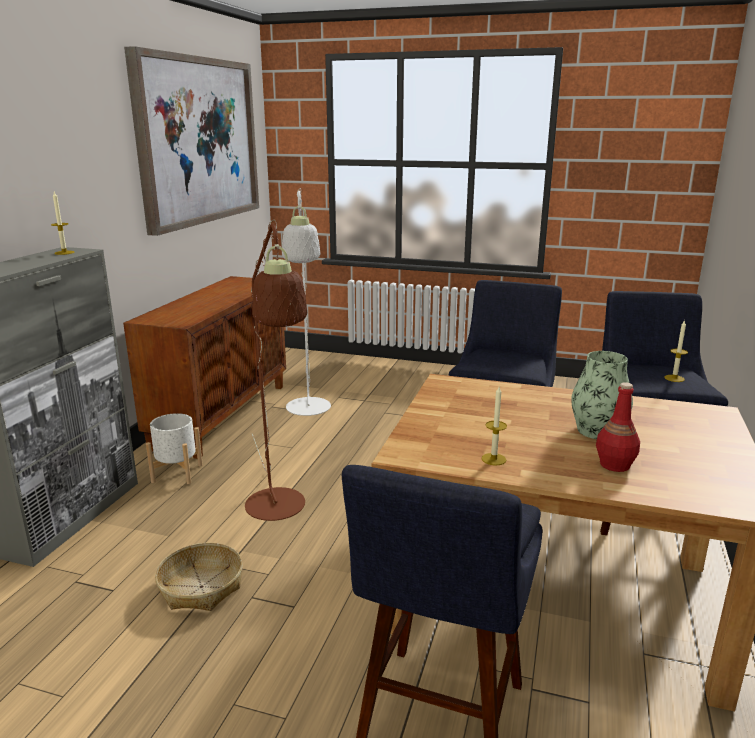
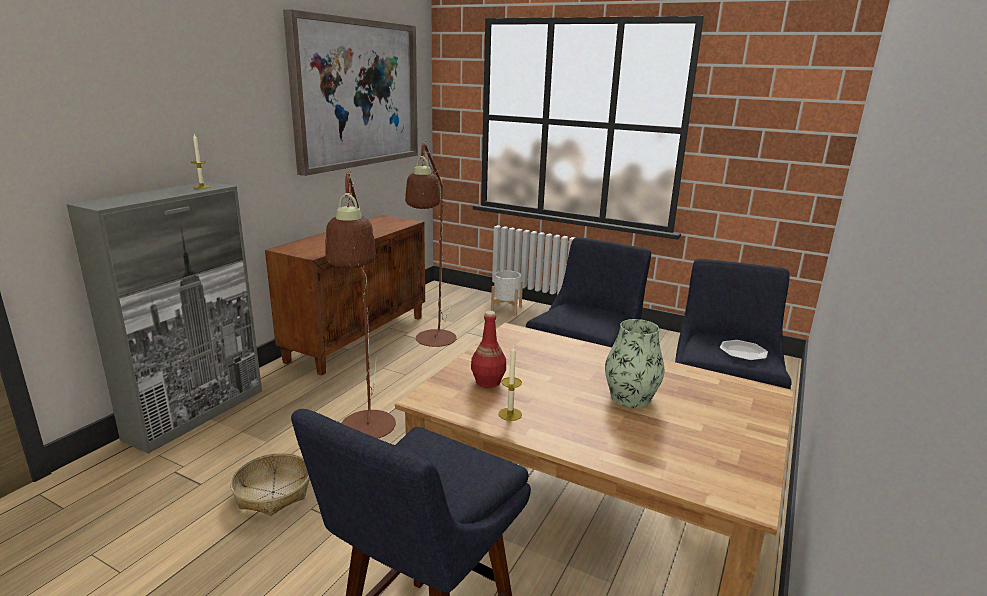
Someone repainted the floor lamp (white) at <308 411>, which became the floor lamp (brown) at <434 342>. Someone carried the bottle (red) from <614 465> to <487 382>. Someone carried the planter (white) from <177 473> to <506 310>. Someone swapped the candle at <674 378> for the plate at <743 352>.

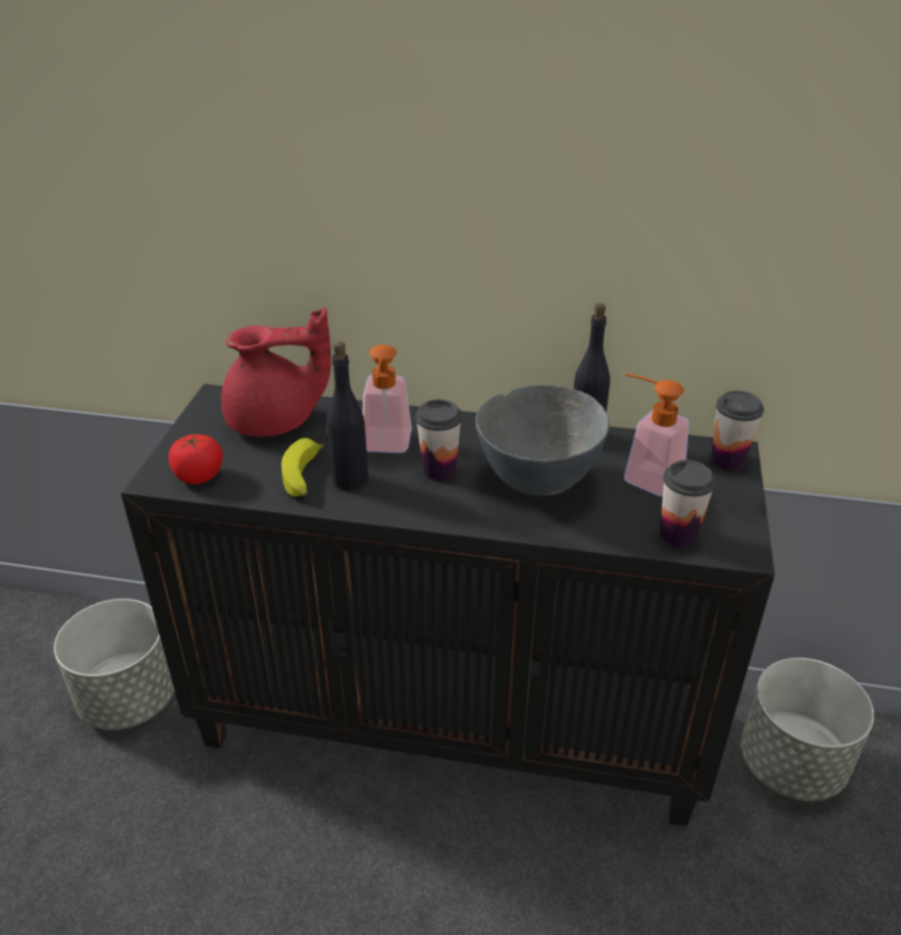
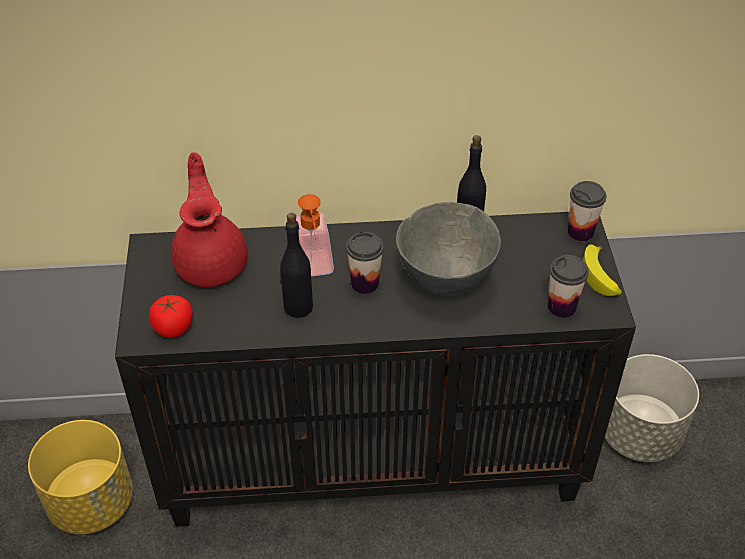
Someone repainted the planter (grey) at <129 698>, which became the planter (yellow) at <91 502>. Someone rotated the teapot (red) at <275 422> by 75 degrees counterclockwise. Someone carried the banana from <304 478> to <601 277>. Someone took away the soap dispenser at <644 475>.

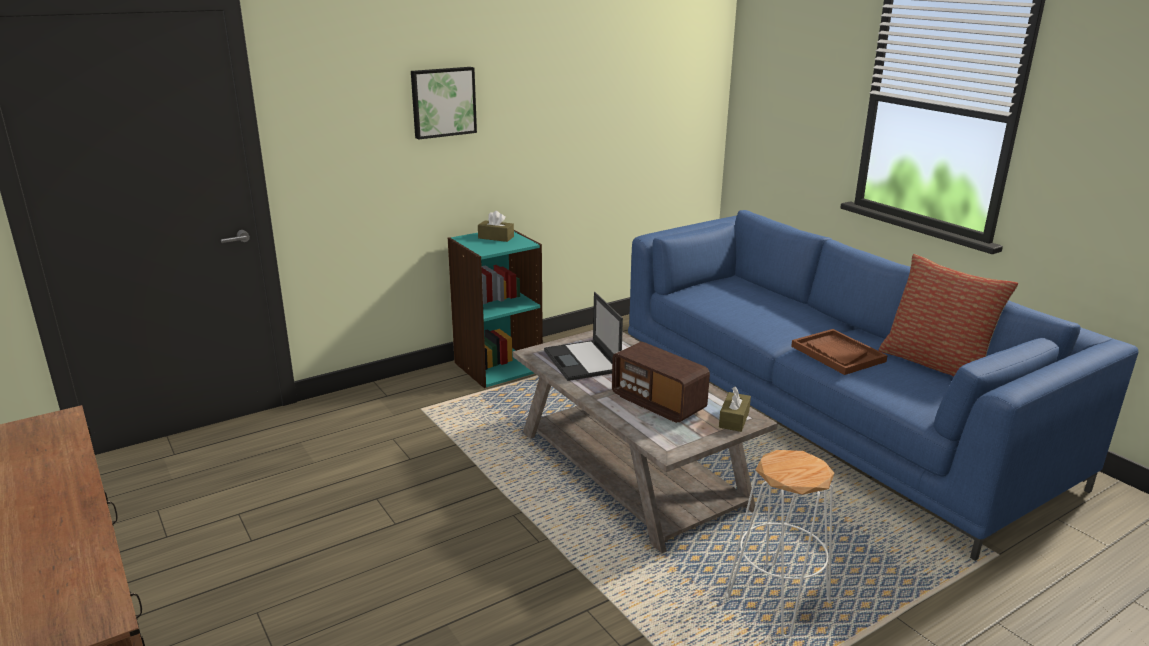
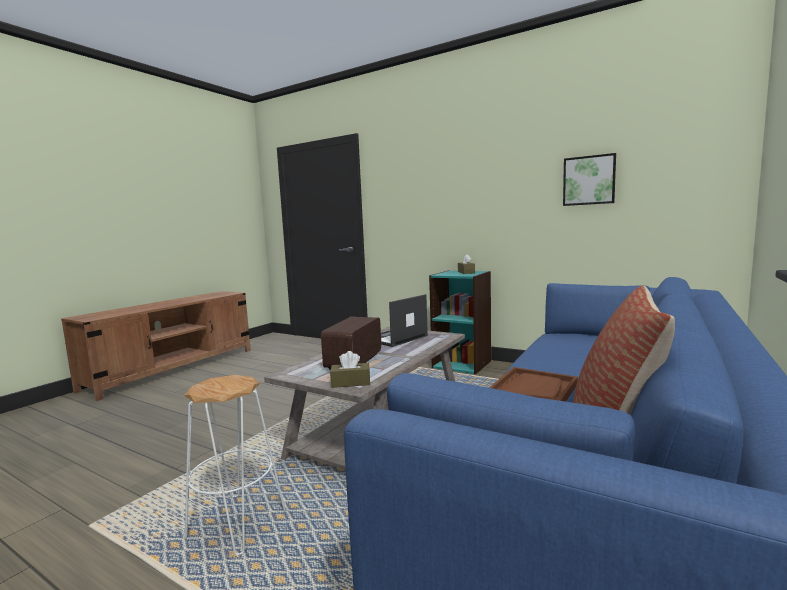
Someone carried the picture from <443 102> to <589 180>.

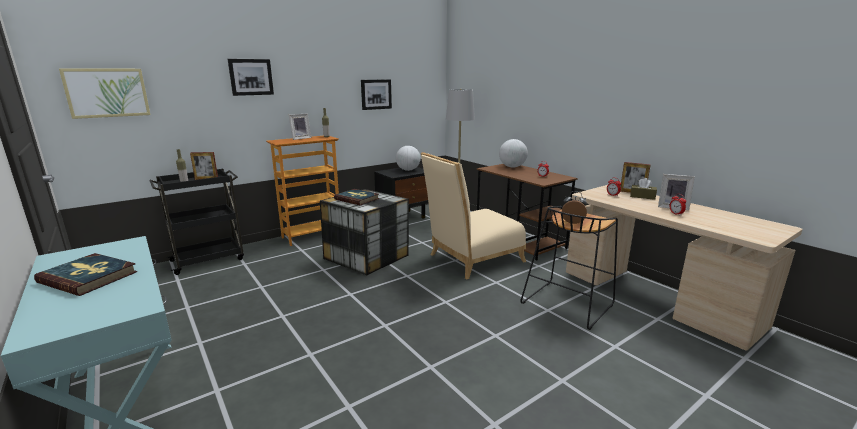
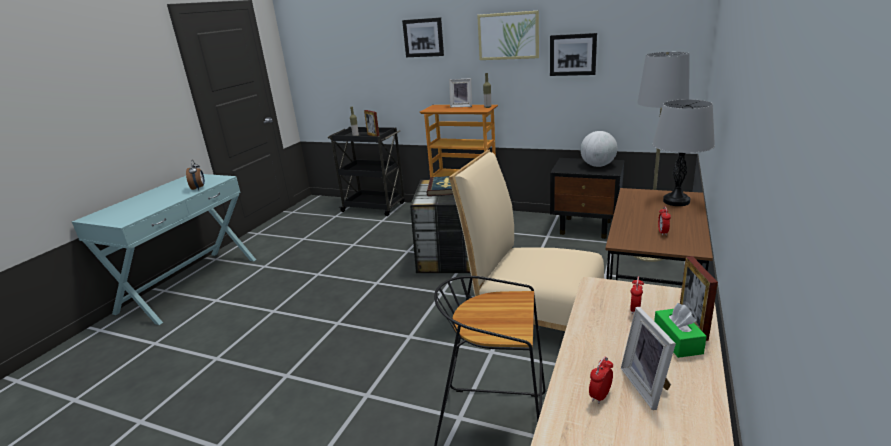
Someone carried the alarm clock from <572 221> to <199 188>. Someone carried the picture from <107 92> to <508 36>. Someone swapped the globe at <512 167> for the table lamp (grey) at <676 201>. Someone repainted the tissue box (brown) at <642 196>, which became the tissue box (green) at <677 340>. Someone took away the book at <89 277>.

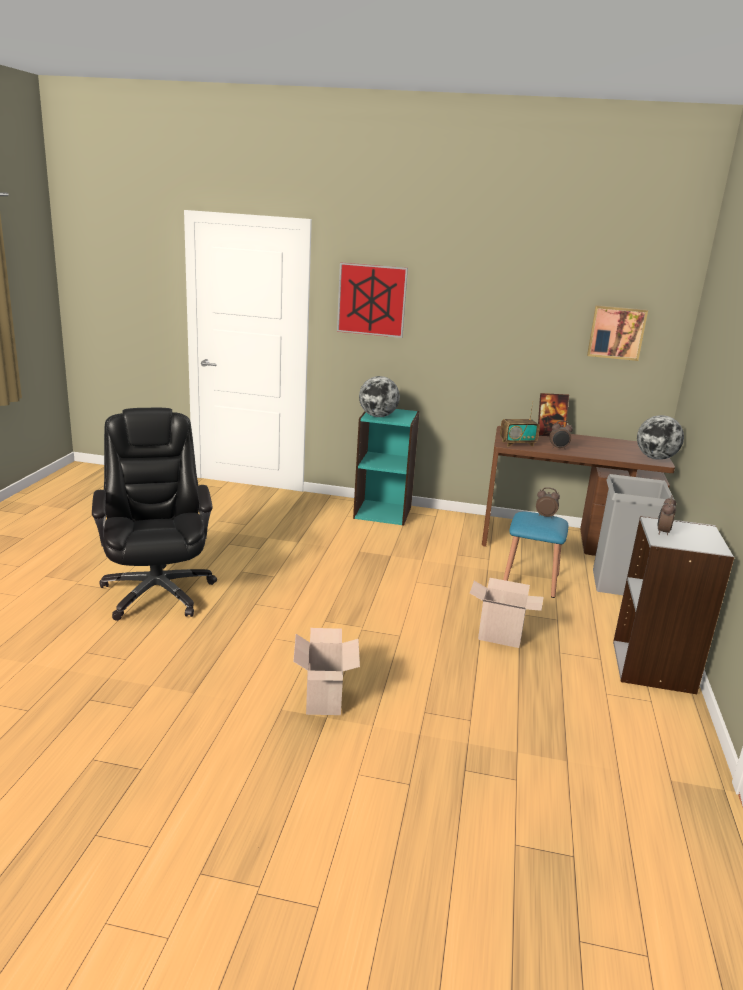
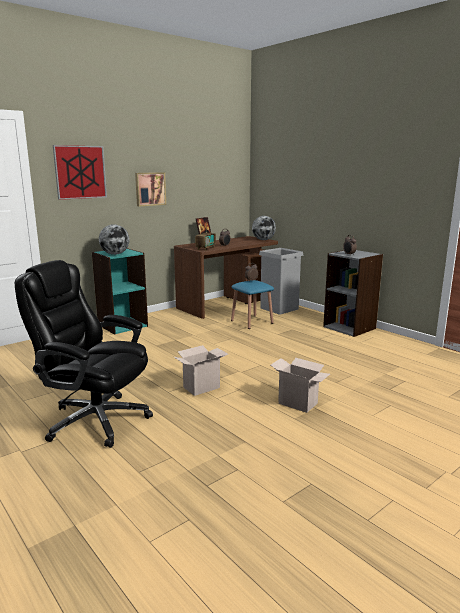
Someone carried the picture from <616 332> to <150 189>. Someone carried the cardboard box from <501 636> to <202 387>.

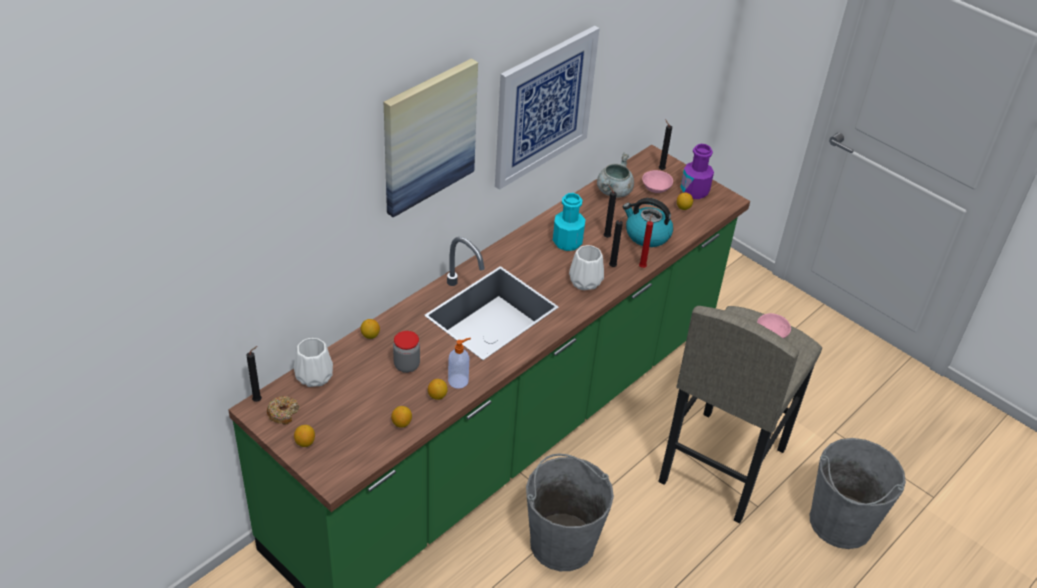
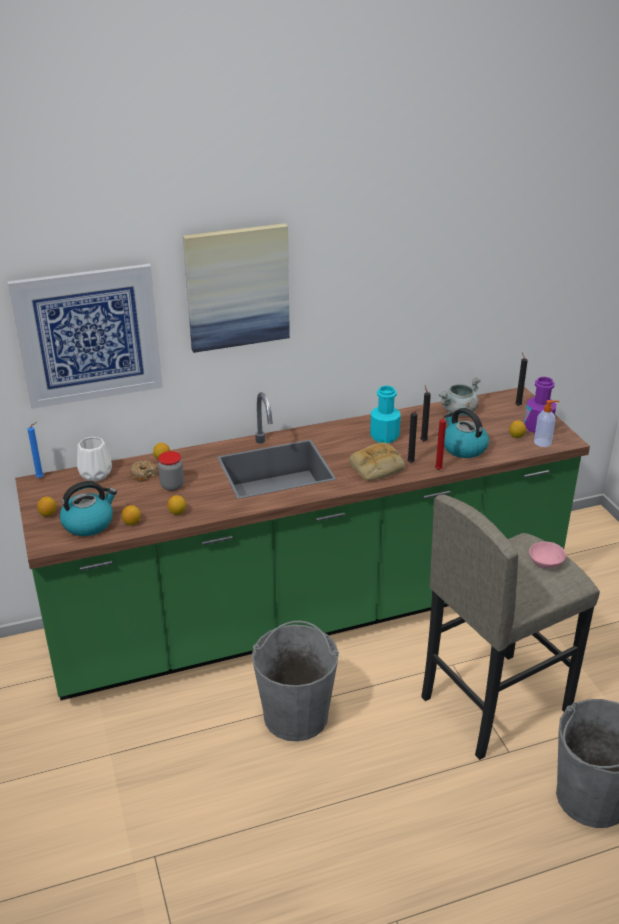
Someone carried the picture from <544 106> to <88 336>. Someone repainted the candle (black) at <258 400>, which became the candle (blue) at <41 478>. Someone put down the kettle at <89 523>. Someone carried the donut from <283 413> to <143 474>. Someone swapped the vase (white) at <585 282> for the bread at <376 467>. Someone carried the soap dispenser from <459 381> to <543 442>. Someone took away the bowl (pink) at <657 188>.

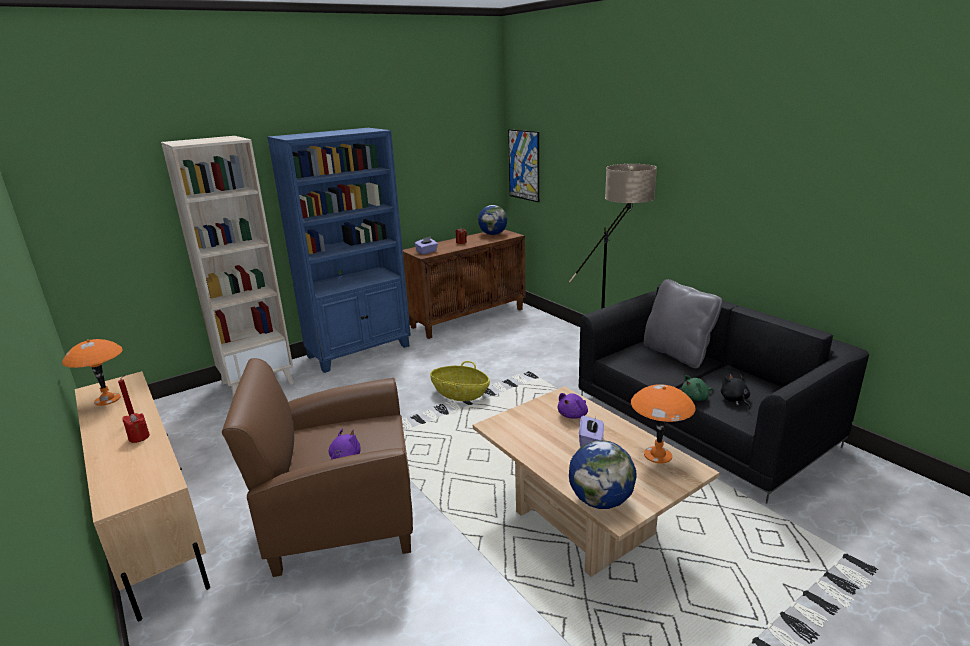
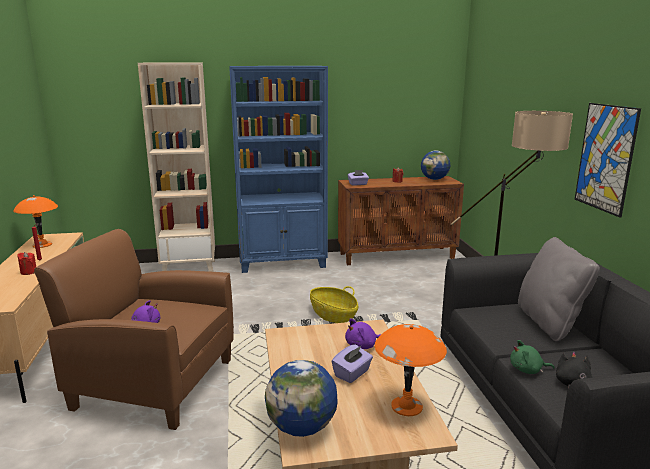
Someone carried the picture from <524 165> to <605 158>.

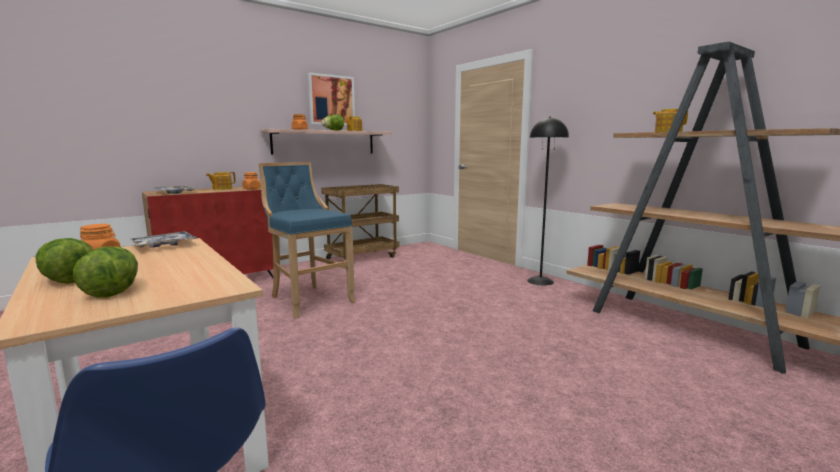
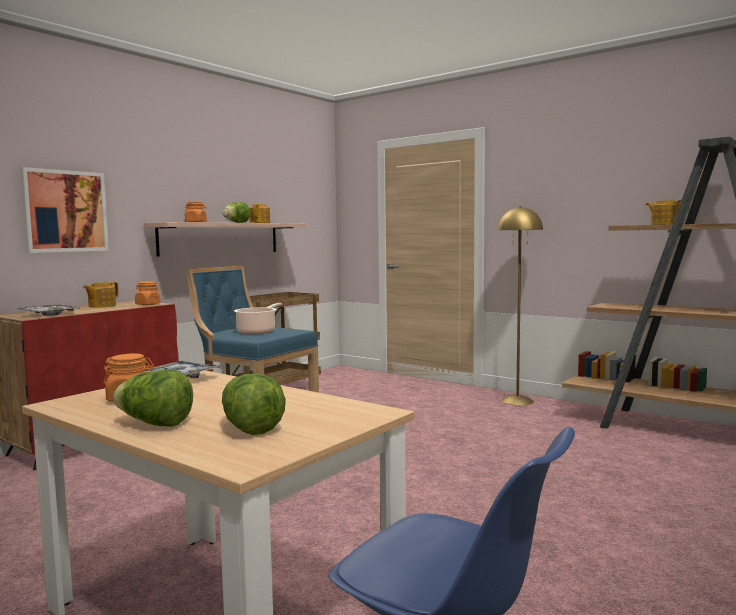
Someone carried the picture from <331 100> to <65 211>. Someone put down the cooking pot at <257 331>. Someone repainted the floor lamp (black) at <540 281>, which became the floor lamp (yellow) at <517 401>.

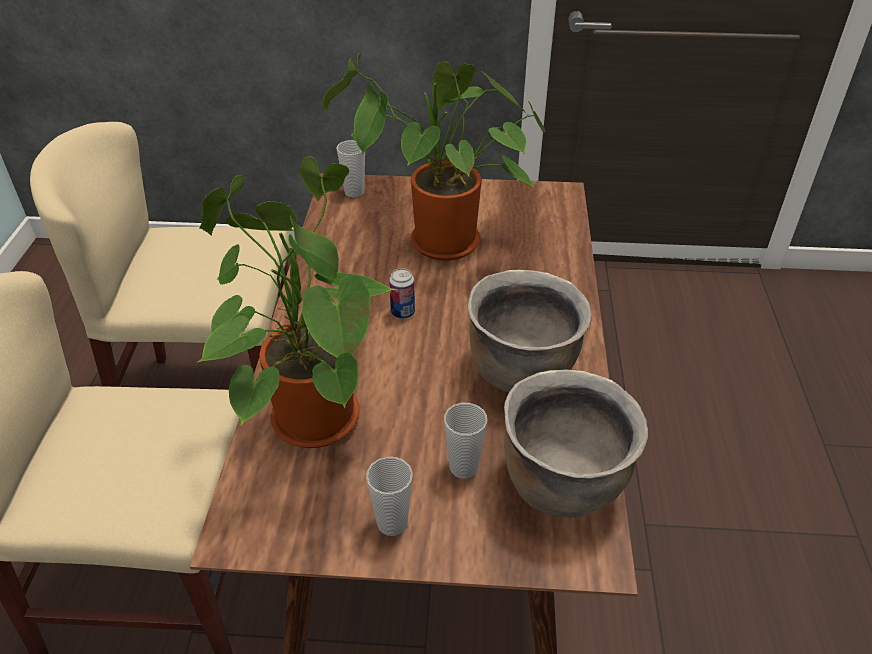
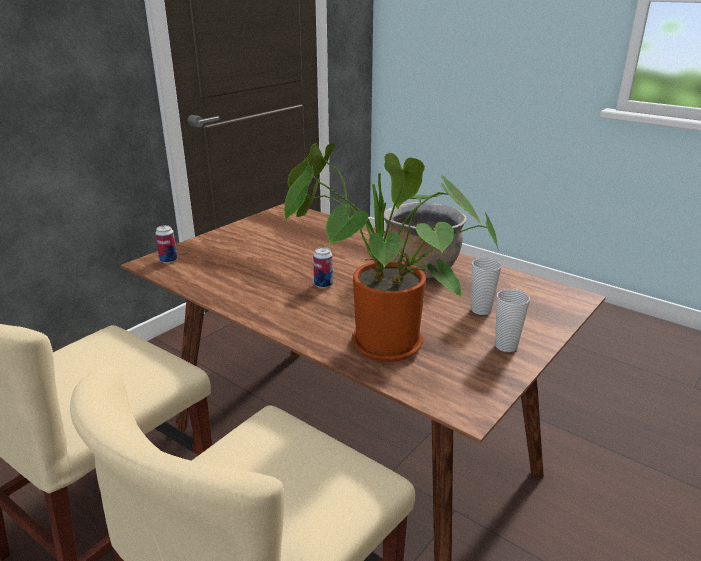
Someone swapped the cup at <354 192> for the can at <168 260>. Someone took away the potted plant at <438 246>. Someone took away the cooking pot (brown) at <562 482>.

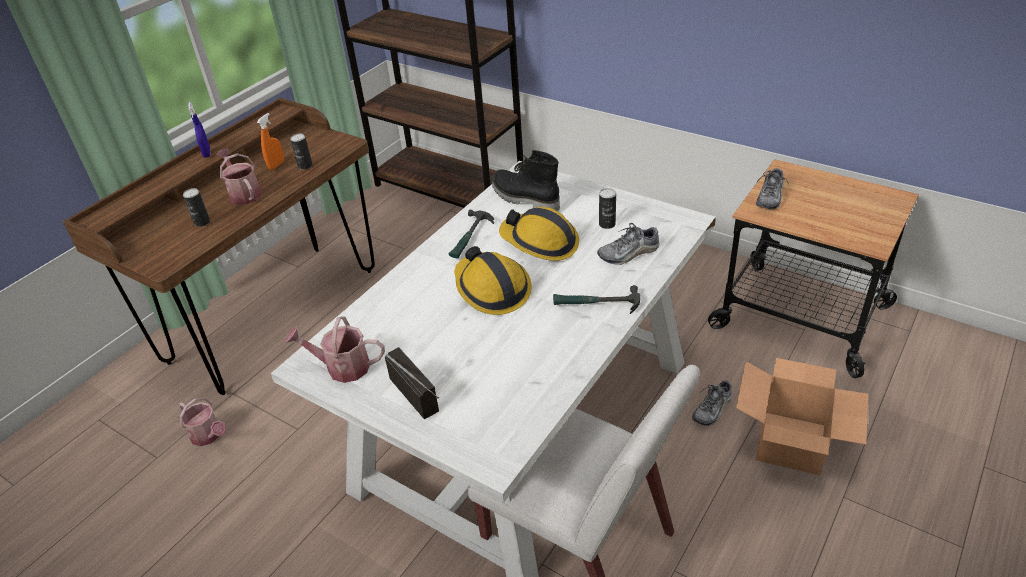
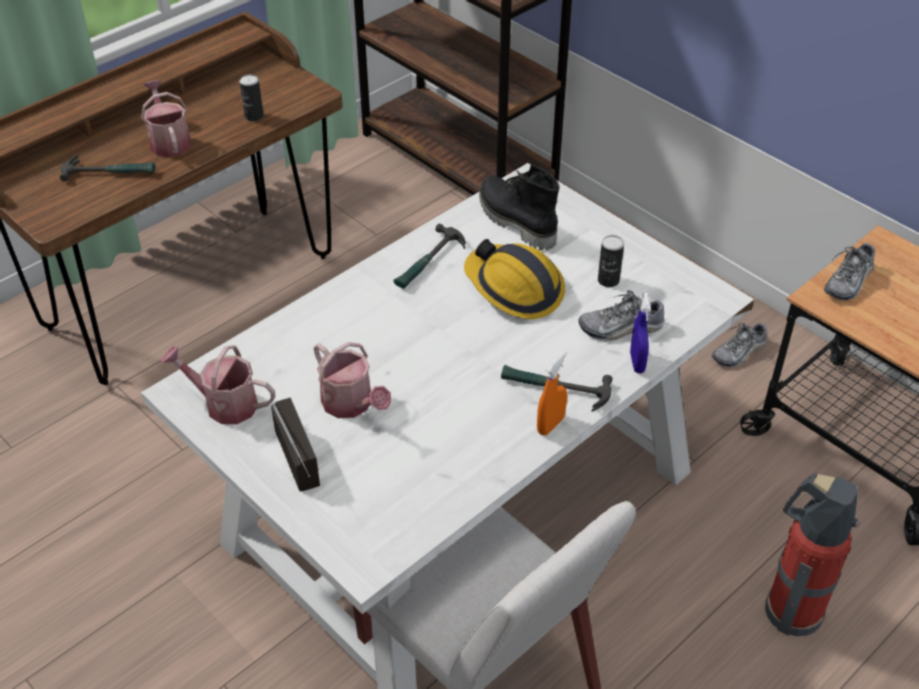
Someone swapped the can at <202 222> for the hammer at <109 172>. Someone carried the watering can from <209 436> to <351 404>. Someone carried the spray bottle (orange) from <276 165> to <550 425>. Someone carried the spray bottle (blue) from <207 153> to <637 363>. Someone carried the shoe from <712 409> to <739 352>. Someone swapped the cardboard box at <790 442> for the fire extinguisher at <790 609>. Someone took away the hard hat at <491 289>.

